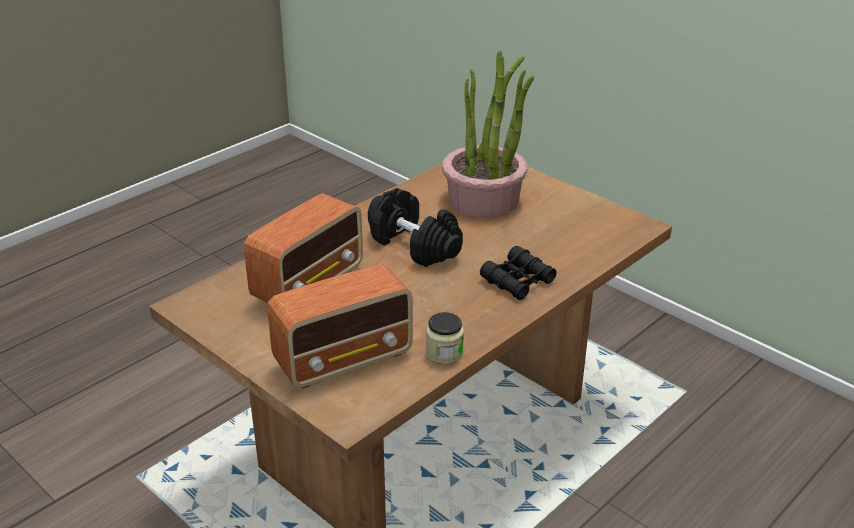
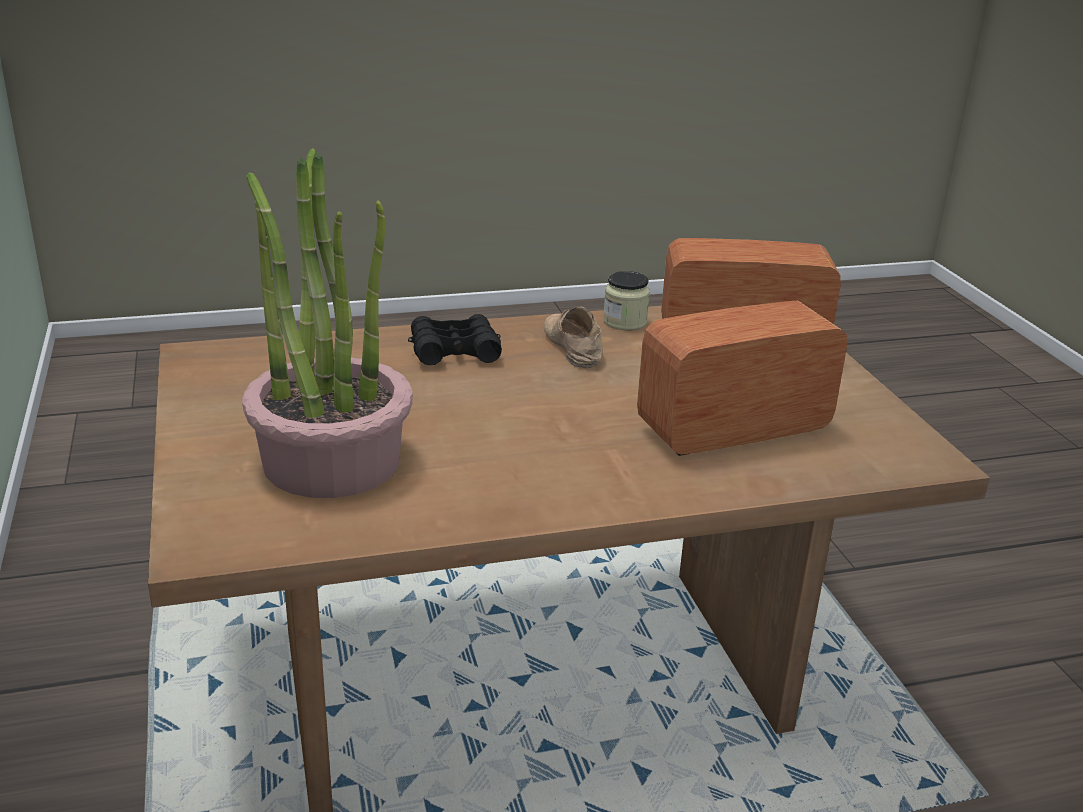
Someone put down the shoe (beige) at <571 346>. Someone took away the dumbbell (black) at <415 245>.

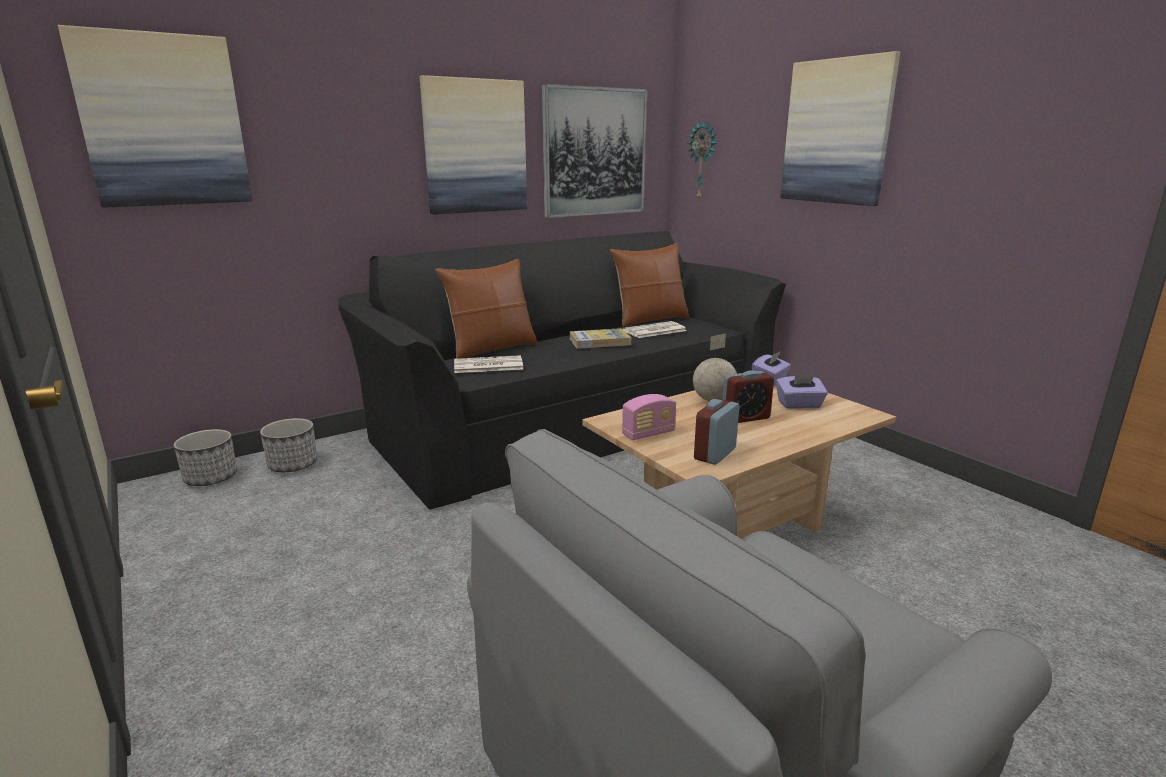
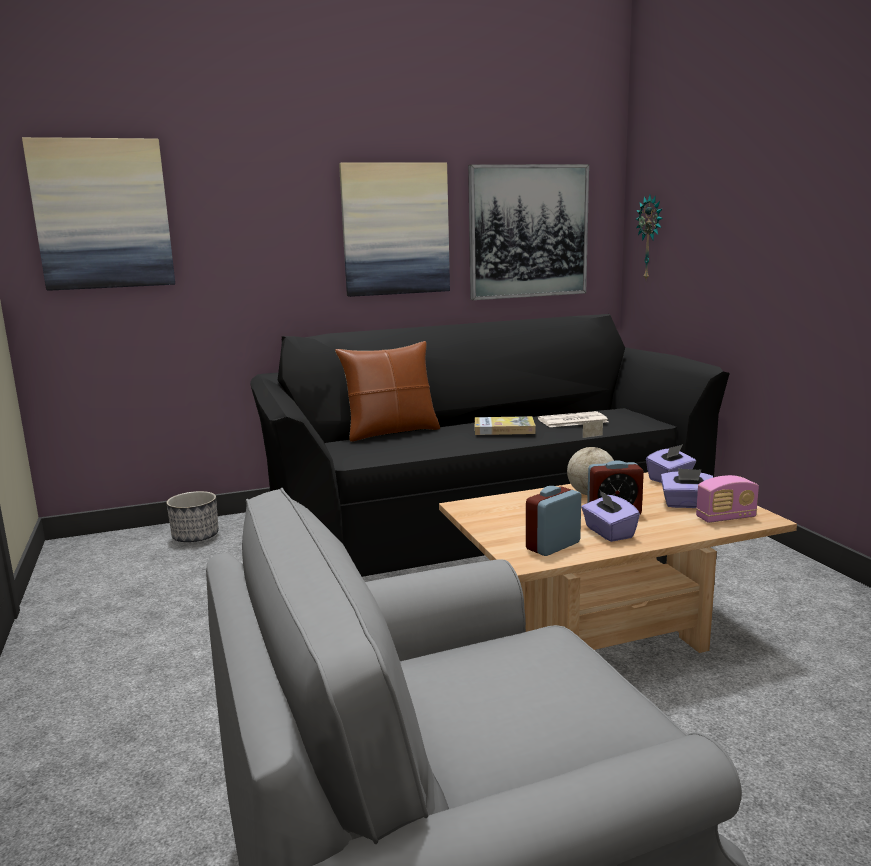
Someone put down the tissue box (purple) at <608 532>. Someone carried the radio from <648 434> to <725 518>. Someone took away the planter at <211 478>. Someone took away the newspaper at <487 365>. Someone took away the pillow (brown) at <650 320>. Someone took away the picture at <837 132>.

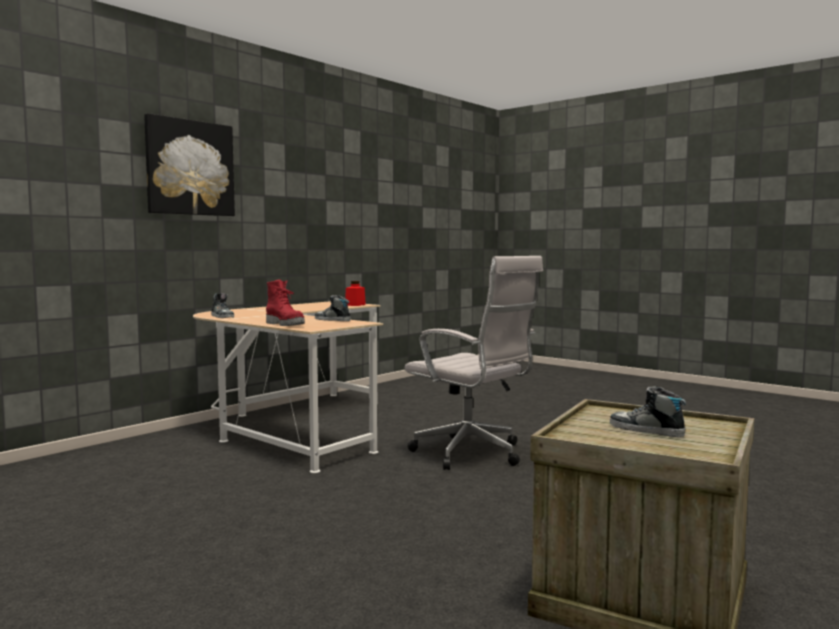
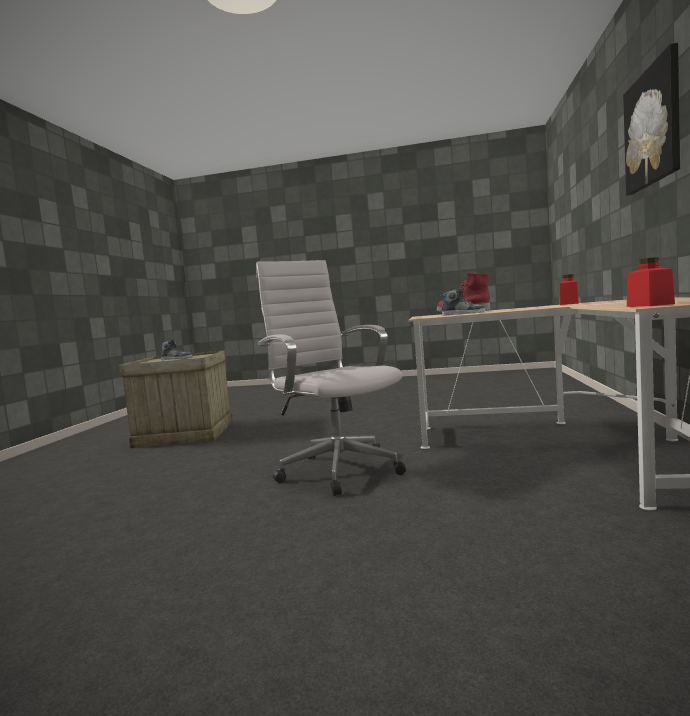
Someone rotated the office chair (white) at <472 454> by 45 degrees clockwise. Someone swapped the shoe at <222 317> for the jar (red) at <568 304>.

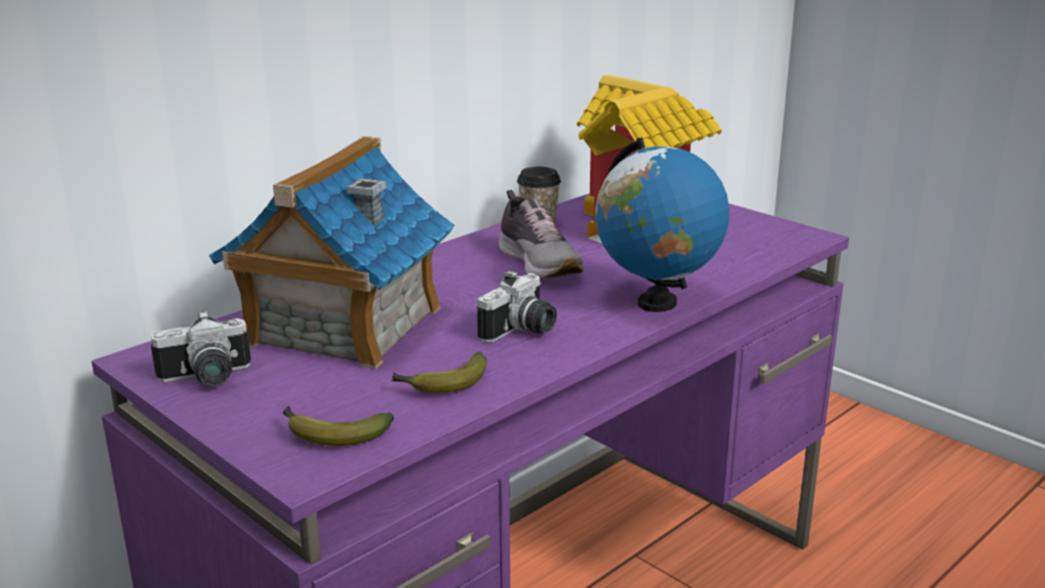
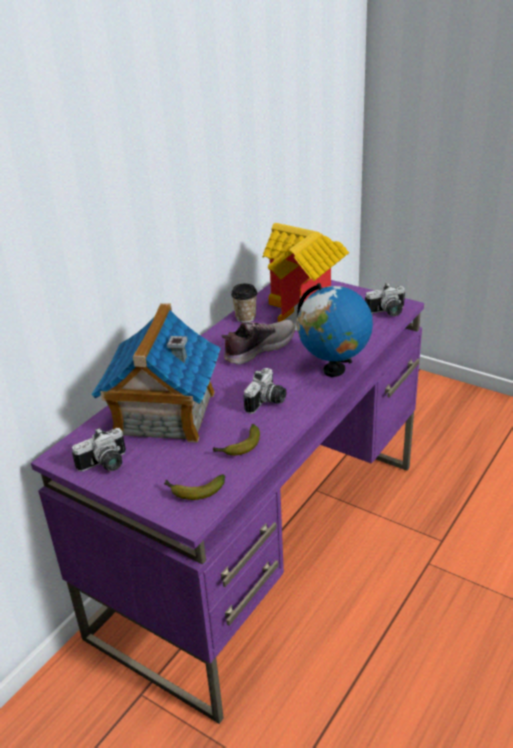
Someone rotated the shoe at <540 263> by 90 degrees counterclockwise. Someone put down the photo camera at <387 312>.

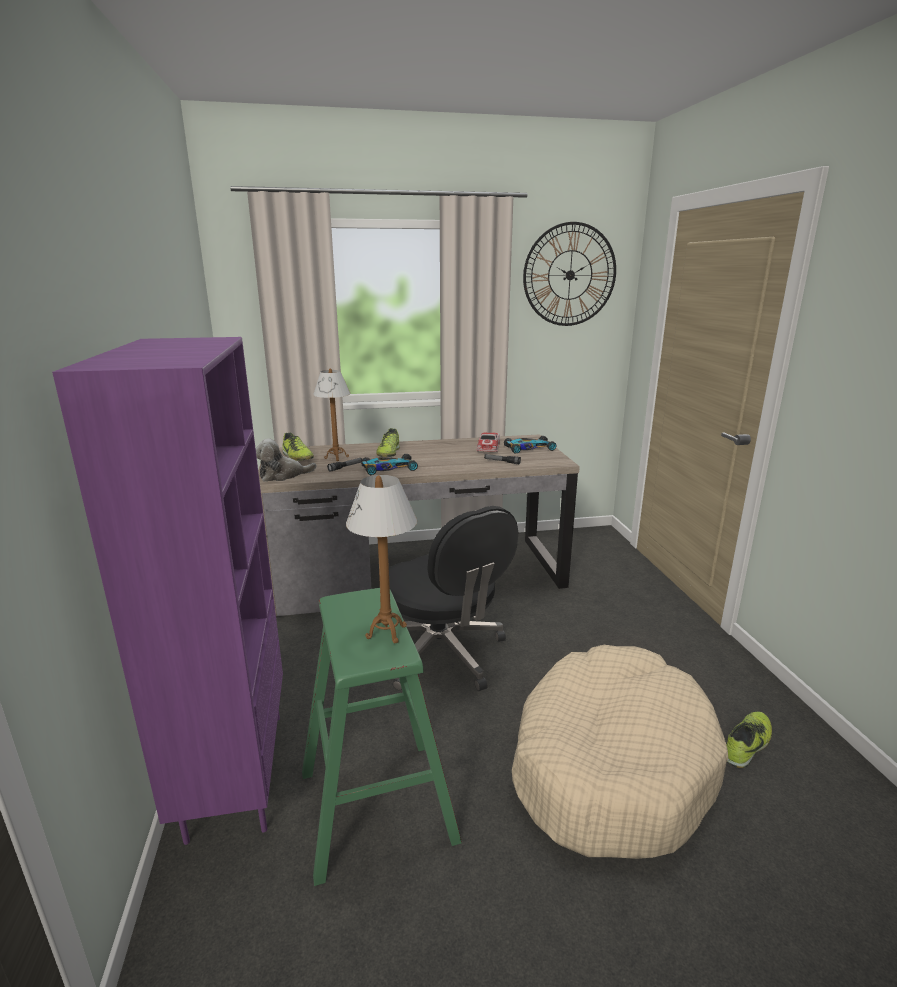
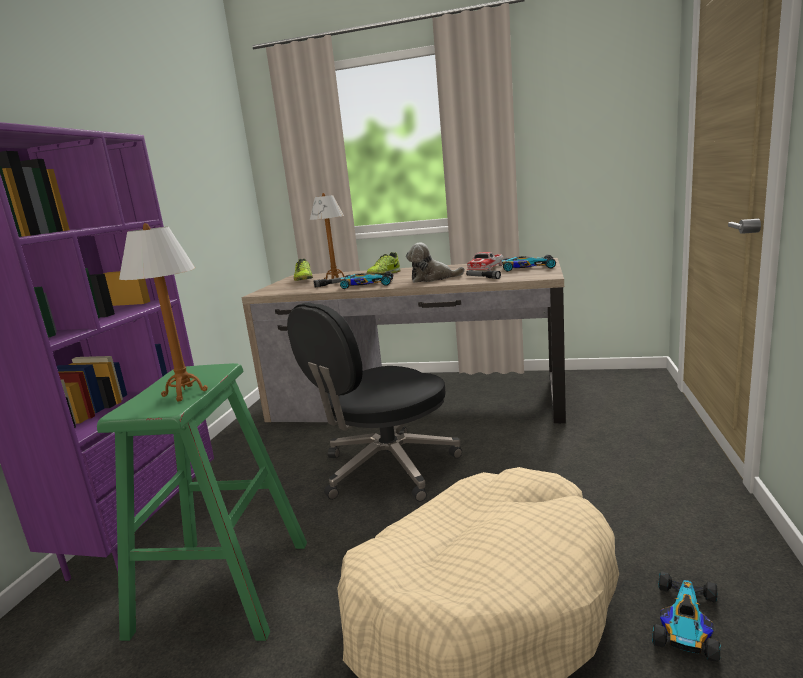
Someone rotated the office chair (black) at <442 654> by 60 degrees clockwise. Someone carried the plush toy from <283 475> to <432 279>. Someone swapped the shoe at <747 744> for the toy car at <685 622>. Someone took away the wall clock at <570 275>.

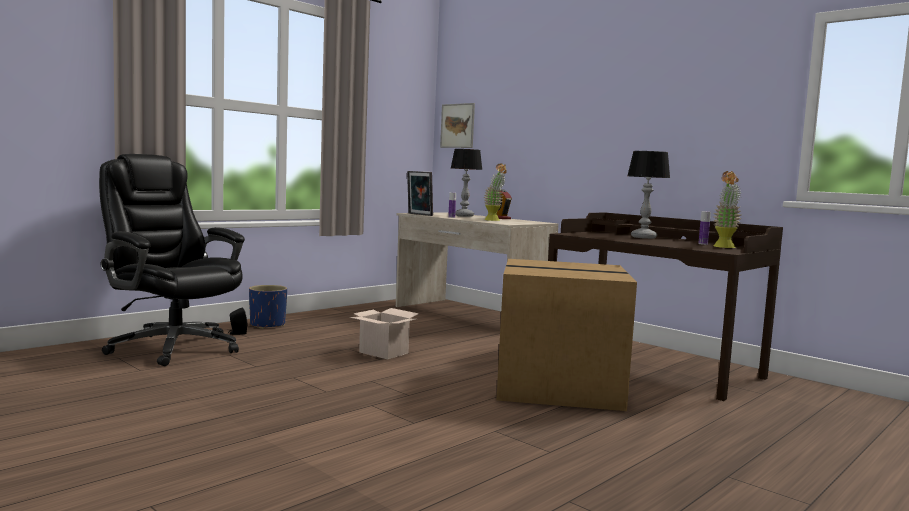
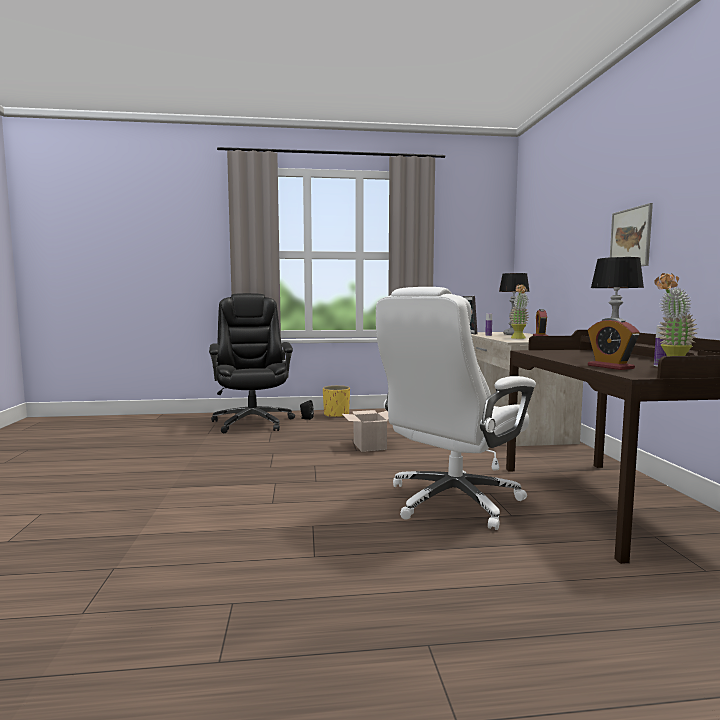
Someone repainted the planter (blue) at <267 325>, which became the planter (yellow) at <336 415>. Someone swapped the cardboard box at <556 386> for the office chair (white) at <451 501>. Someone put down the alarm clock at <610 367>. Someone carried the picture from <457 125> to <630 238>.

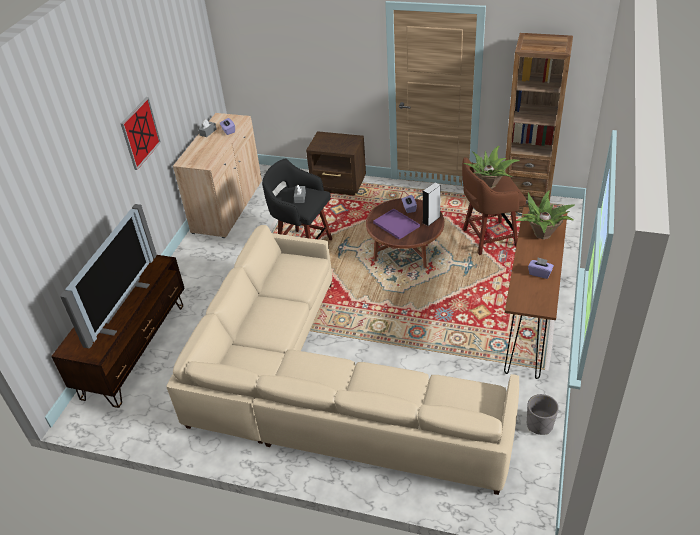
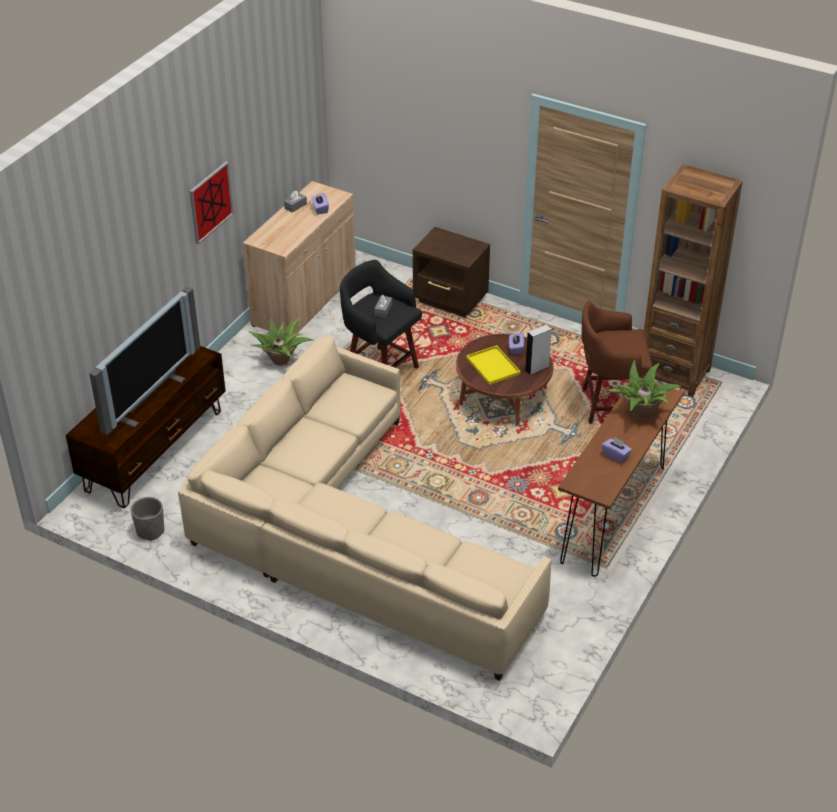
Someone carried the planter (grey) from <539 425> to <150 531>. Someone carried the potted plant from <489 184> to <281 360>. Someone repainted the tray (purple) at <395 224>, which became the tray (yellow) at <492 365>.

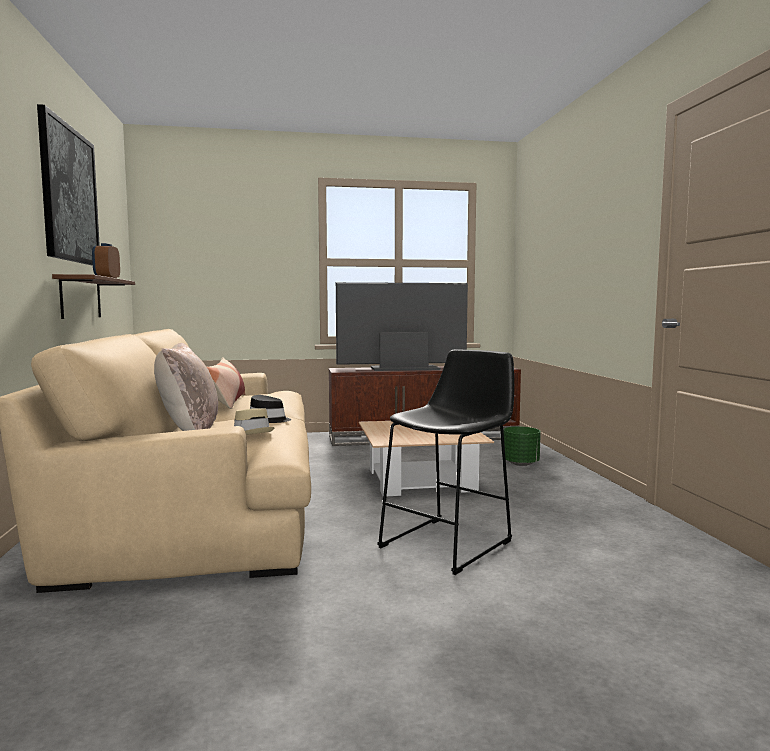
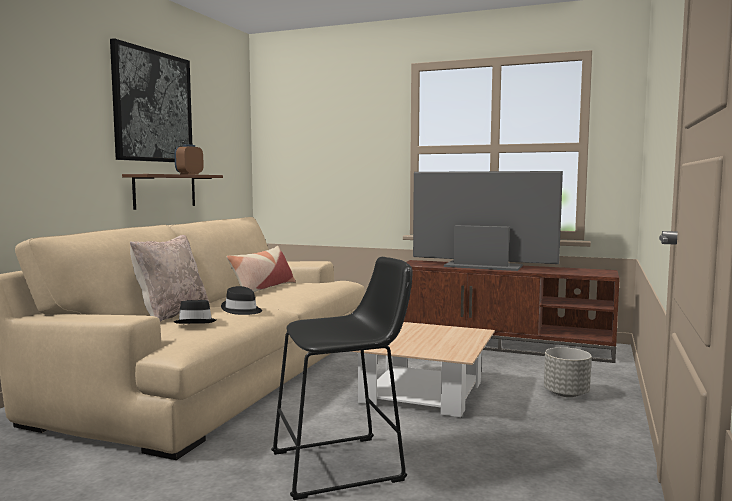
Someone repainted the hat (beige) at <250 433>, which became the hat (black) at <196 322>. Someone repainted the planter (green) at <521 463>, which became the planter (grey) at <566 394>.

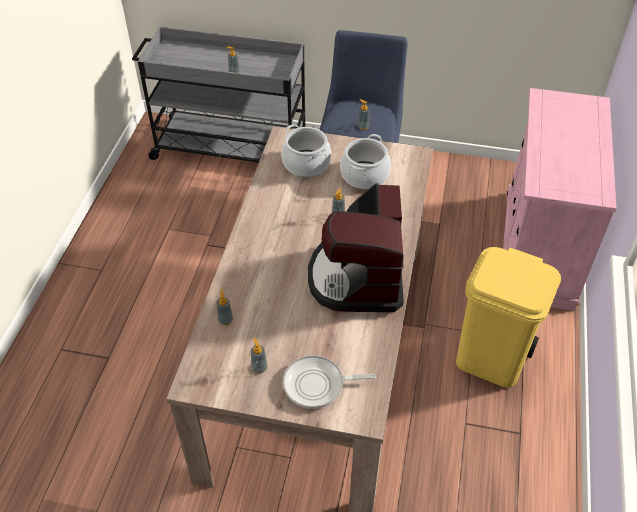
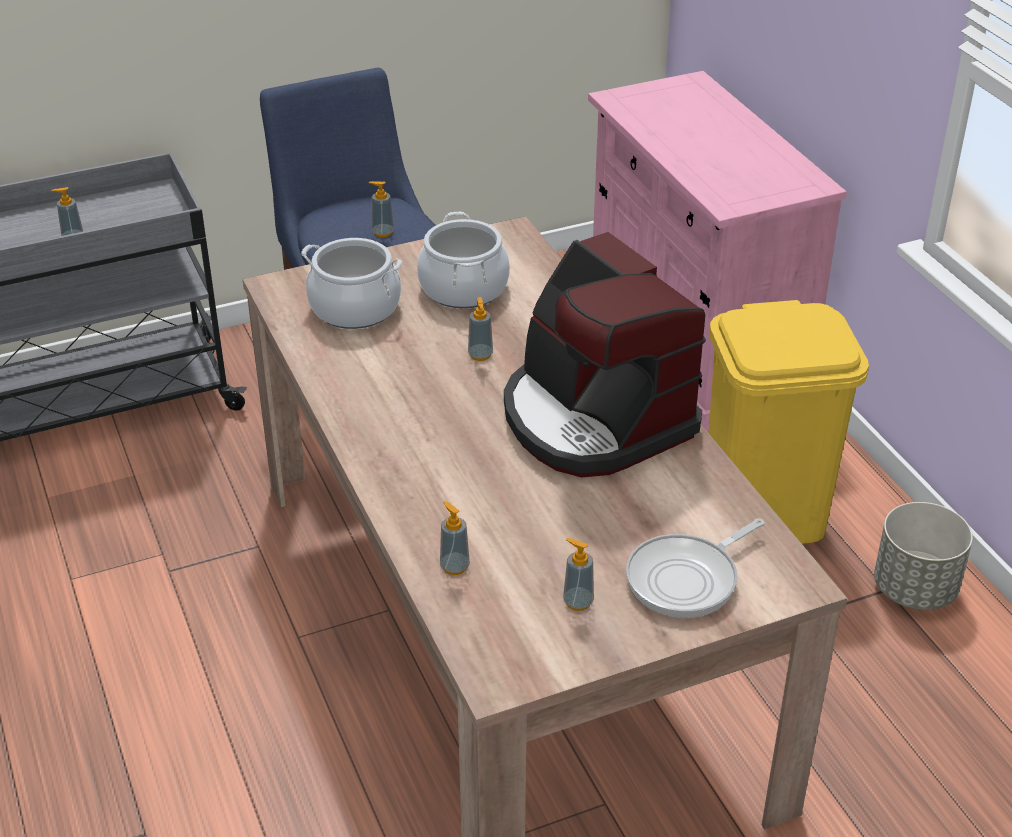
Someone put down the planter (grey) at <915 589>.

